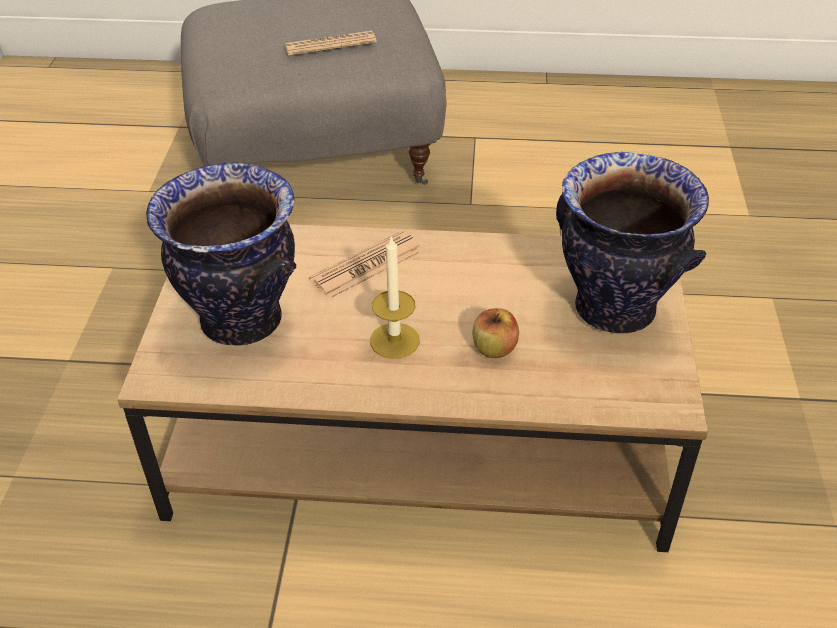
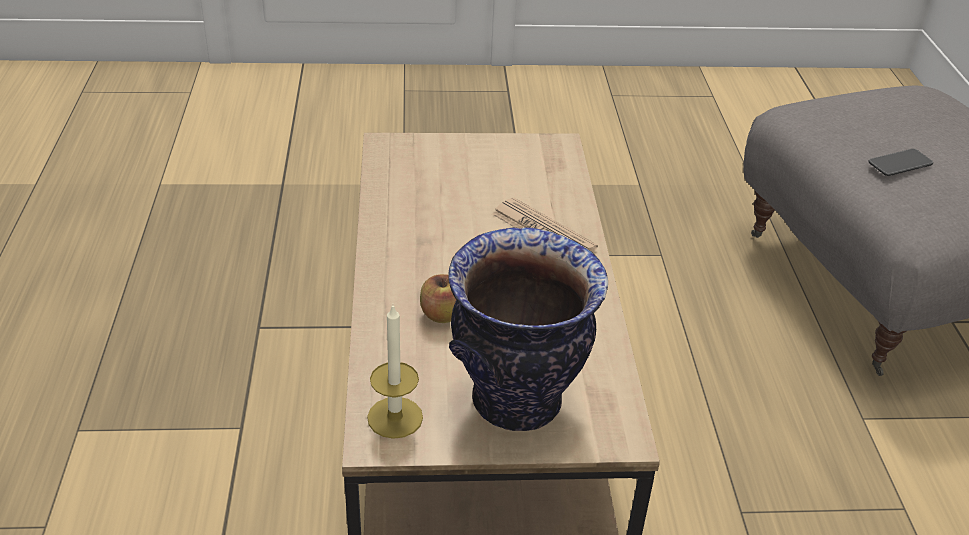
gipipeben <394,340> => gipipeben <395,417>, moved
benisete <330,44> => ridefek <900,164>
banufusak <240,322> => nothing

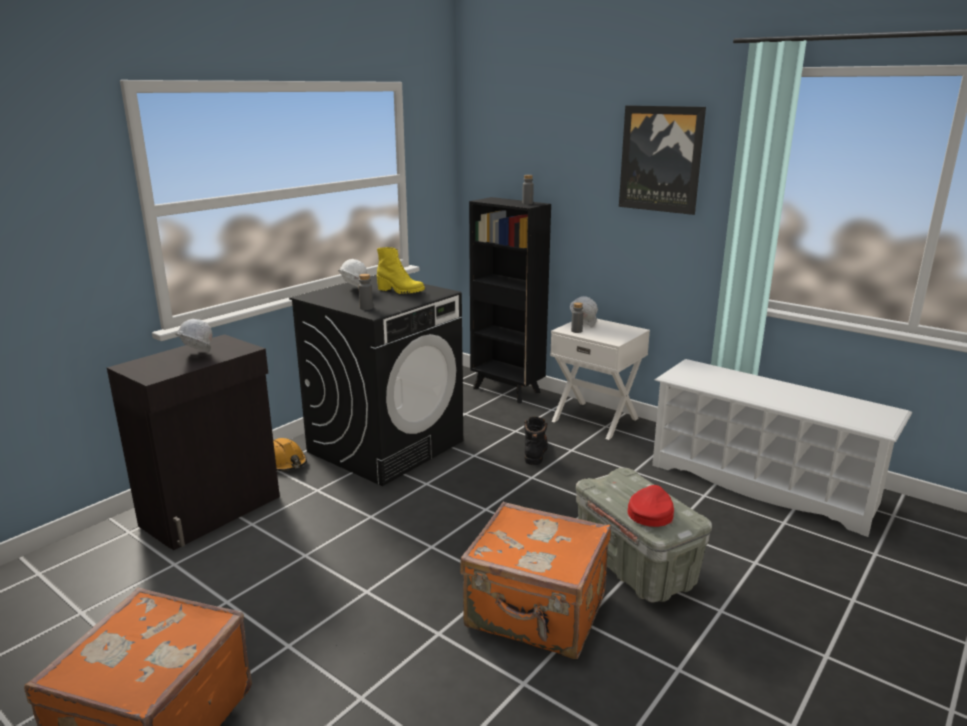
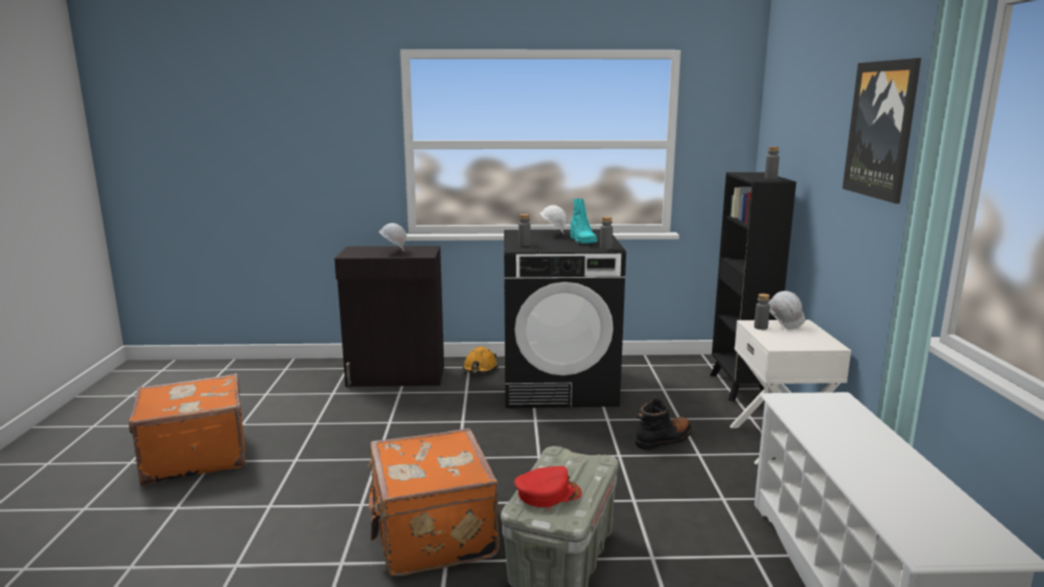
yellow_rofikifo <400,291> => turquoise_rofikifo <582,241>
nothing => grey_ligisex <605,248>

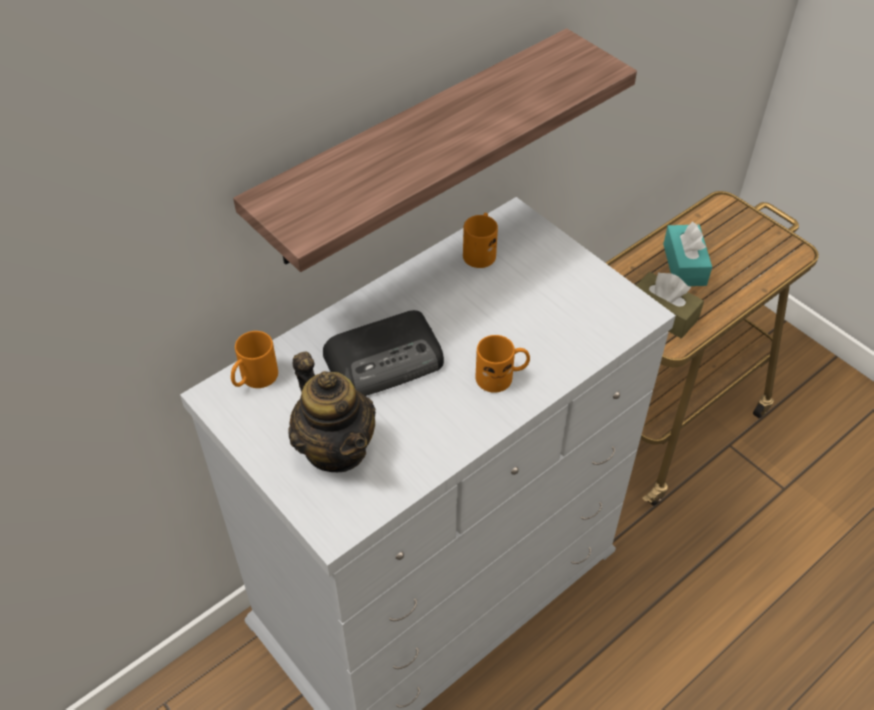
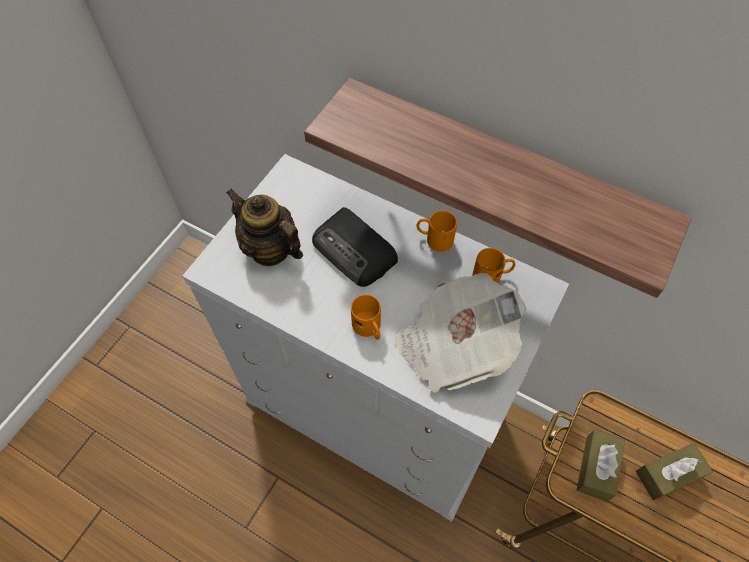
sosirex <336,448> => sosirex <270,249>, 90 degrees clockwise
nothing => benisete <453,345>
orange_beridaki <254,379> => orange_beridaki <434,239>, moved
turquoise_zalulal <684,264> => brown_zalulal <668,474>

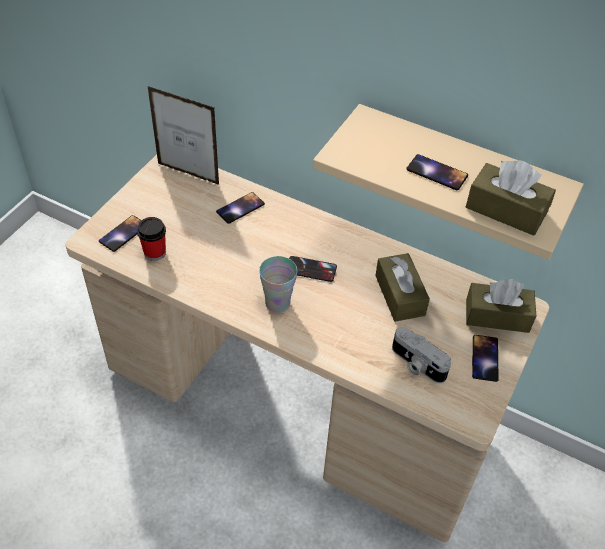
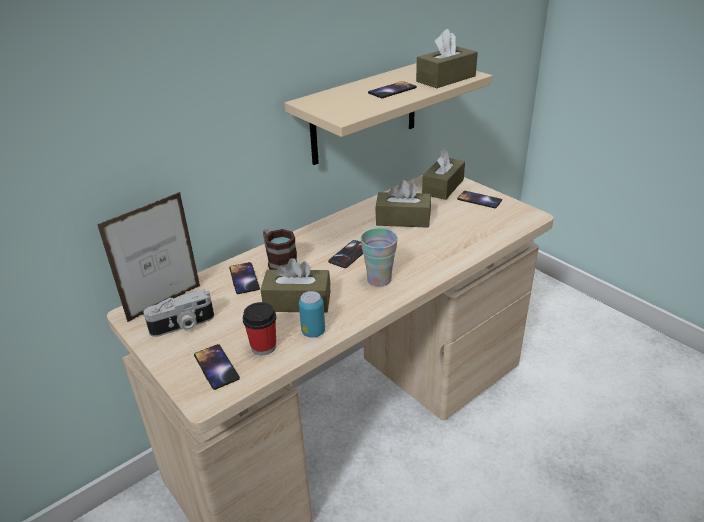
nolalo <416,364> => nolalo <183,326>, moved
nothing => brown_zalulal <297,301>
nothing => beridaki <279,263>
nothing => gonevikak <313,332>

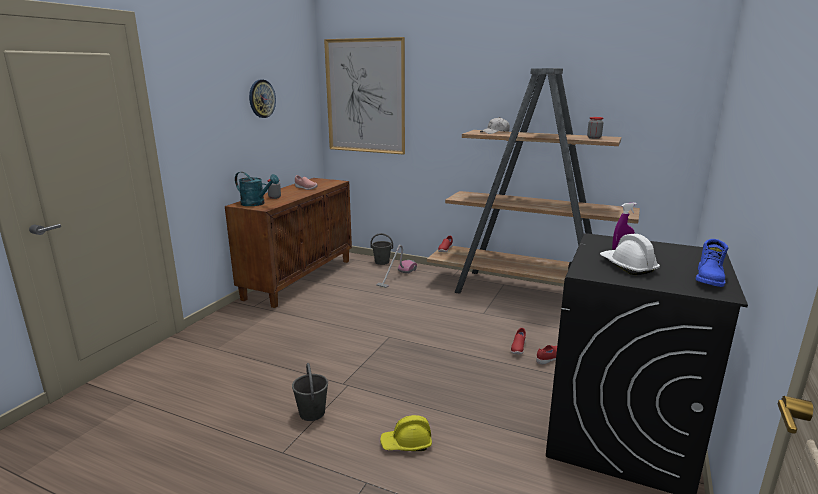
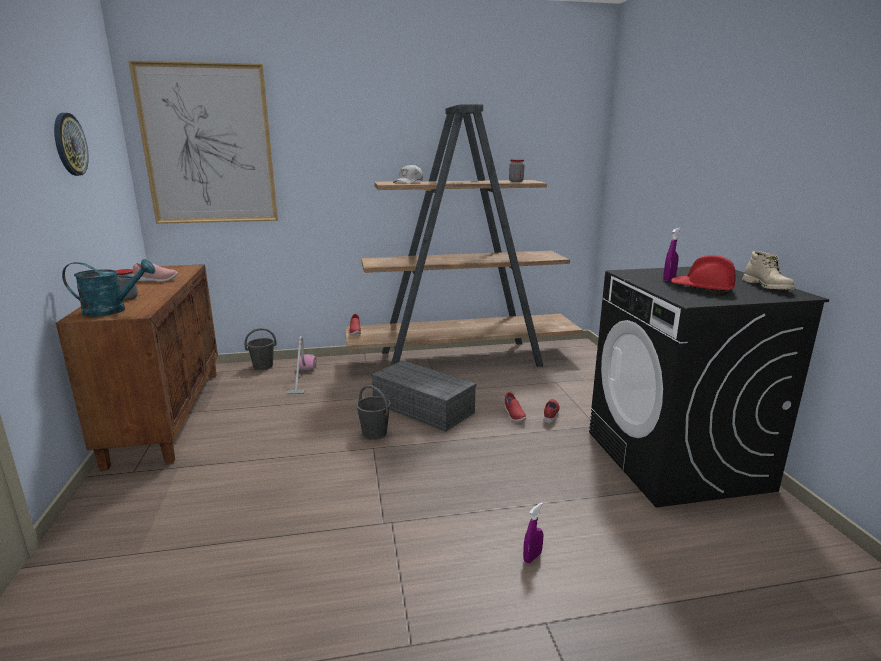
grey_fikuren <312,412> => grey_fikuren <374,433>, moved
nothing => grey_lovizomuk <424,407>
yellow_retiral <406,444> => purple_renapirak <532,557>
white_retiral <627,266> => red_retiral <702,289>
blue_rofikifo <710,279> => beige_rofikifo <768,287>

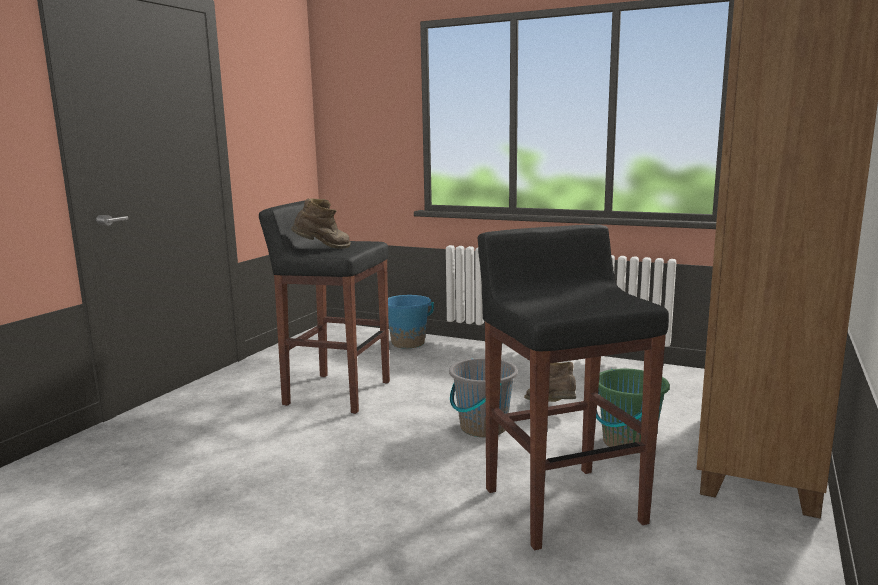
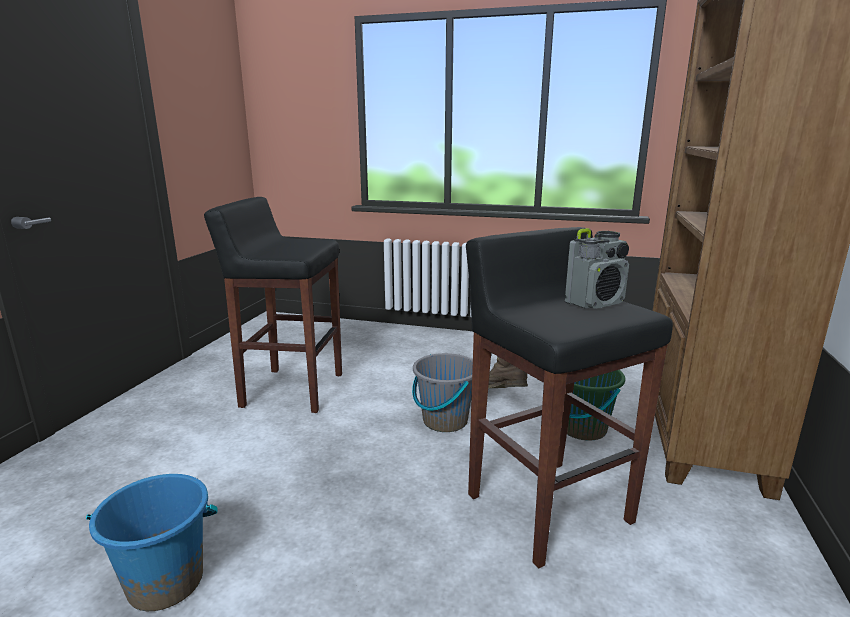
blue_fikuren <408,343> => blue_fikuren <166,582>, moved
nothing => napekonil <595,303>
brown_rofikifo <323,249> => nothing

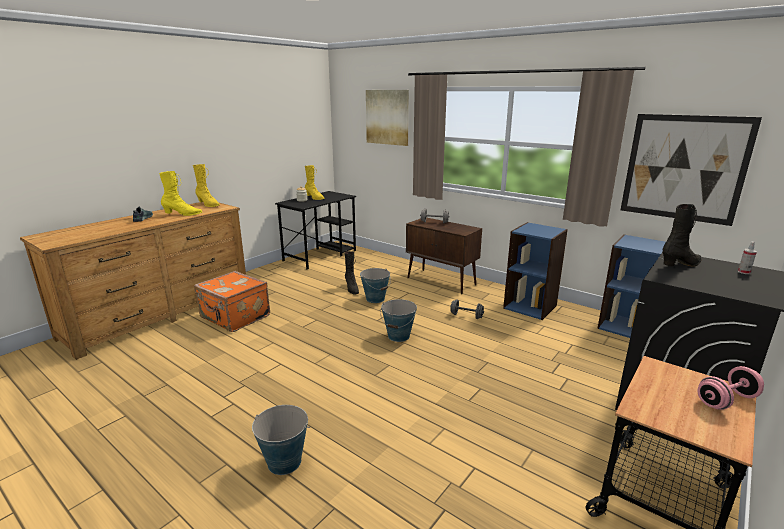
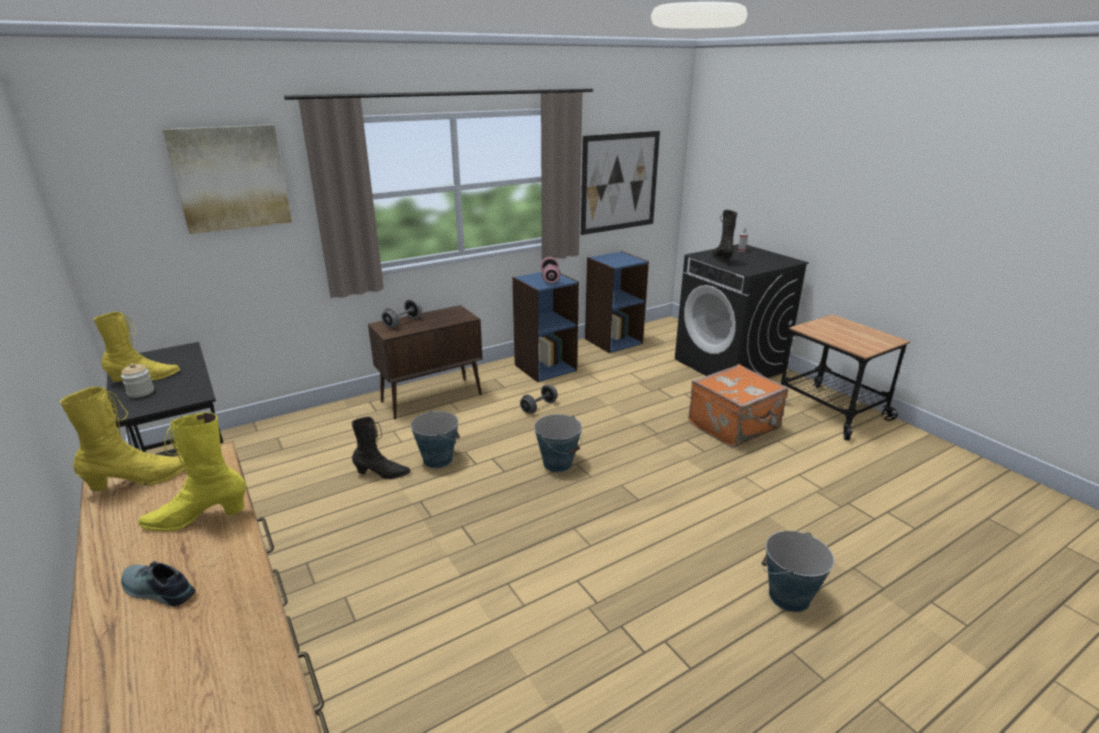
yellow_rofikifo <182,214> => yellow_rofikifo <197,518>, 120 degrees counterclockwise
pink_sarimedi <726,400> => pink_sarimedi <550,279>, moved
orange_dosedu <234,317> => orange_dosedu <734,427>, moved

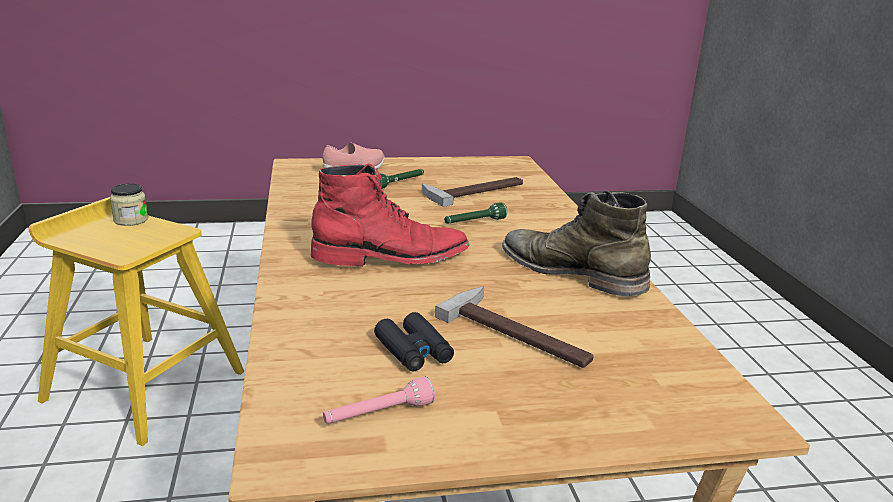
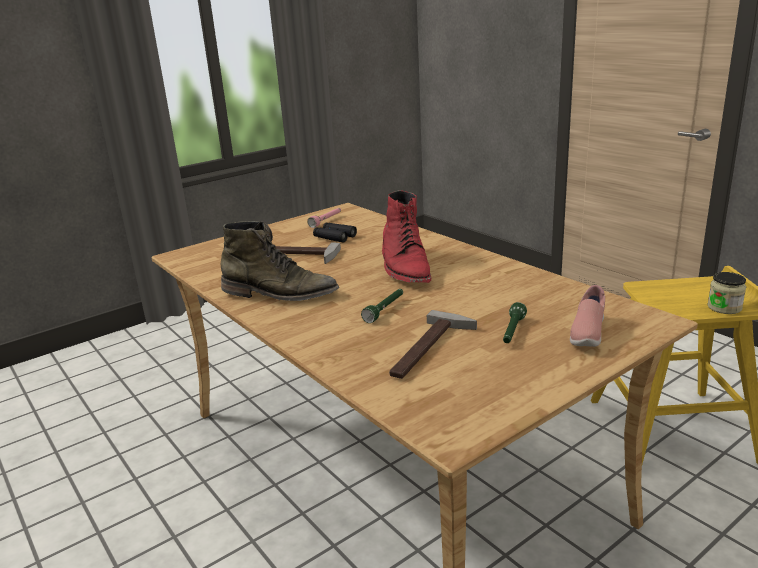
red_rofikifo <391,257> => red_rofikifo <405,267>, 60 degrees counterclockwise

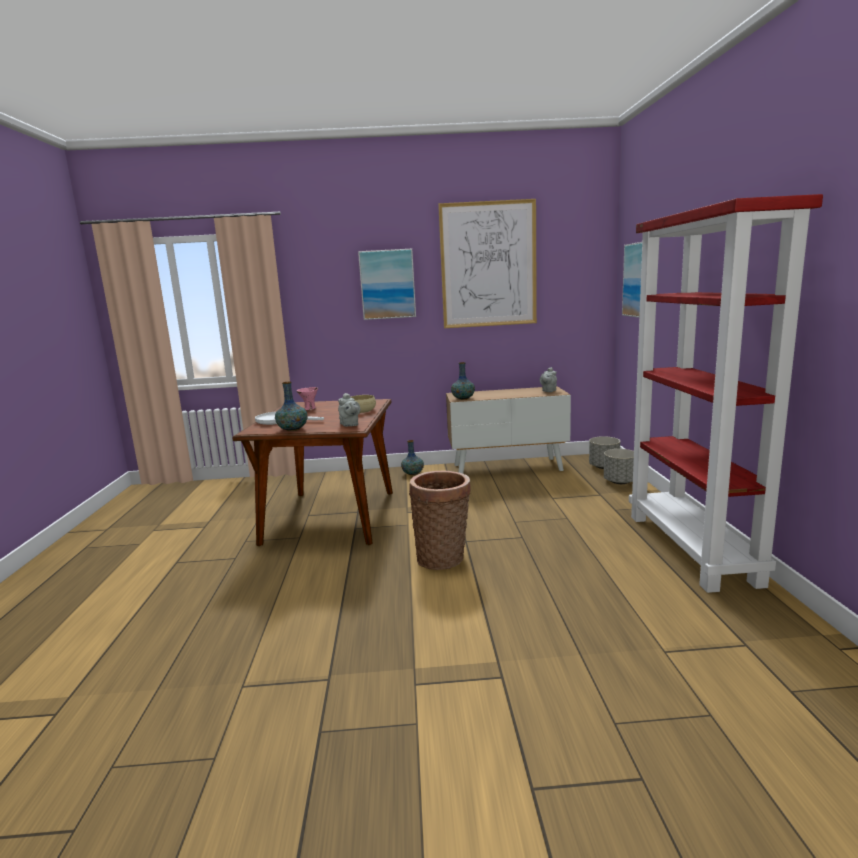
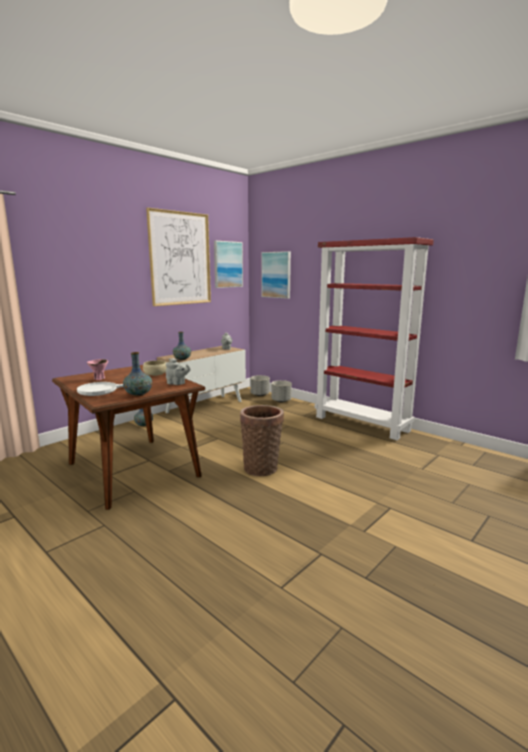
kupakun <387,284> => kupakun <228,264>, moved

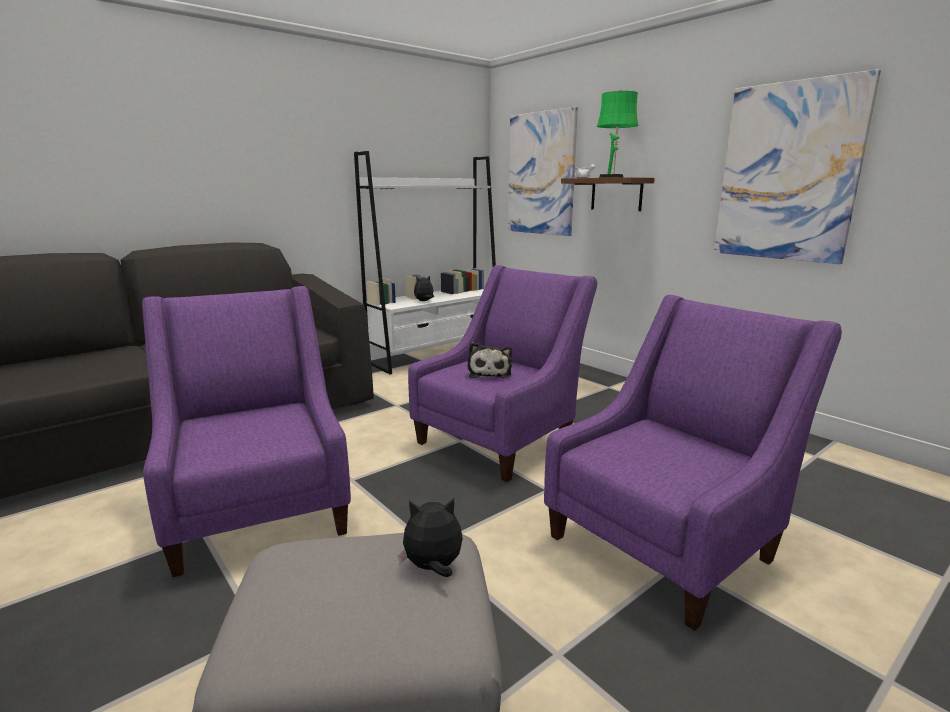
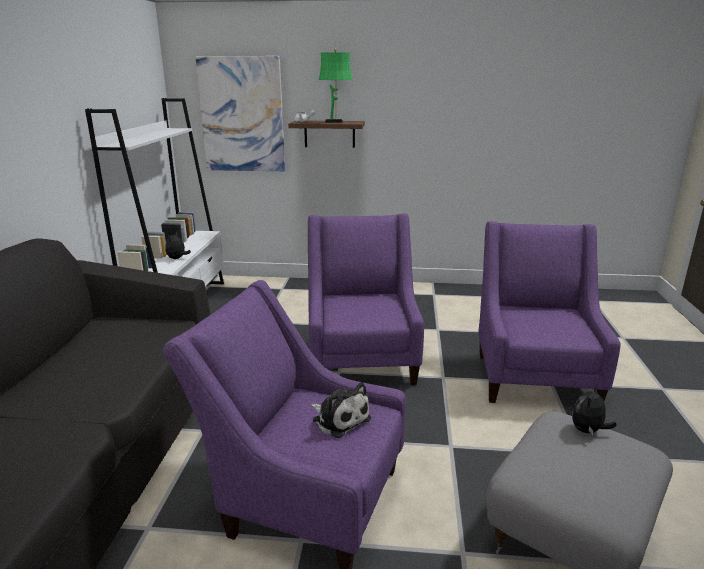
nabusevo <489,373> => nabusevo <339,418>, moved
kupakun <788,172> => nothing

